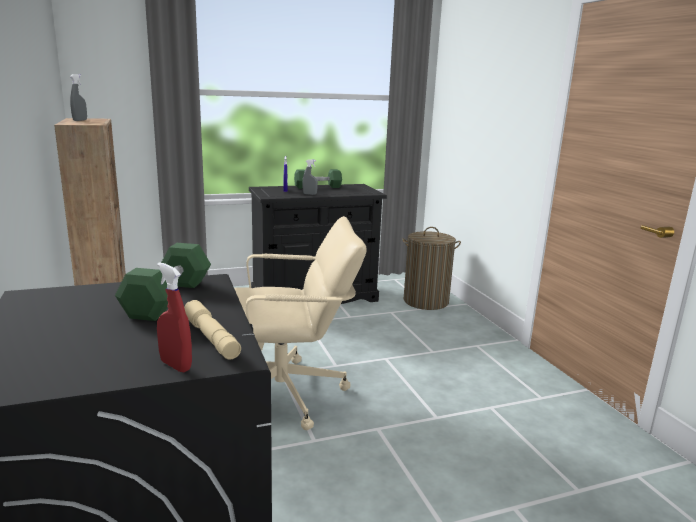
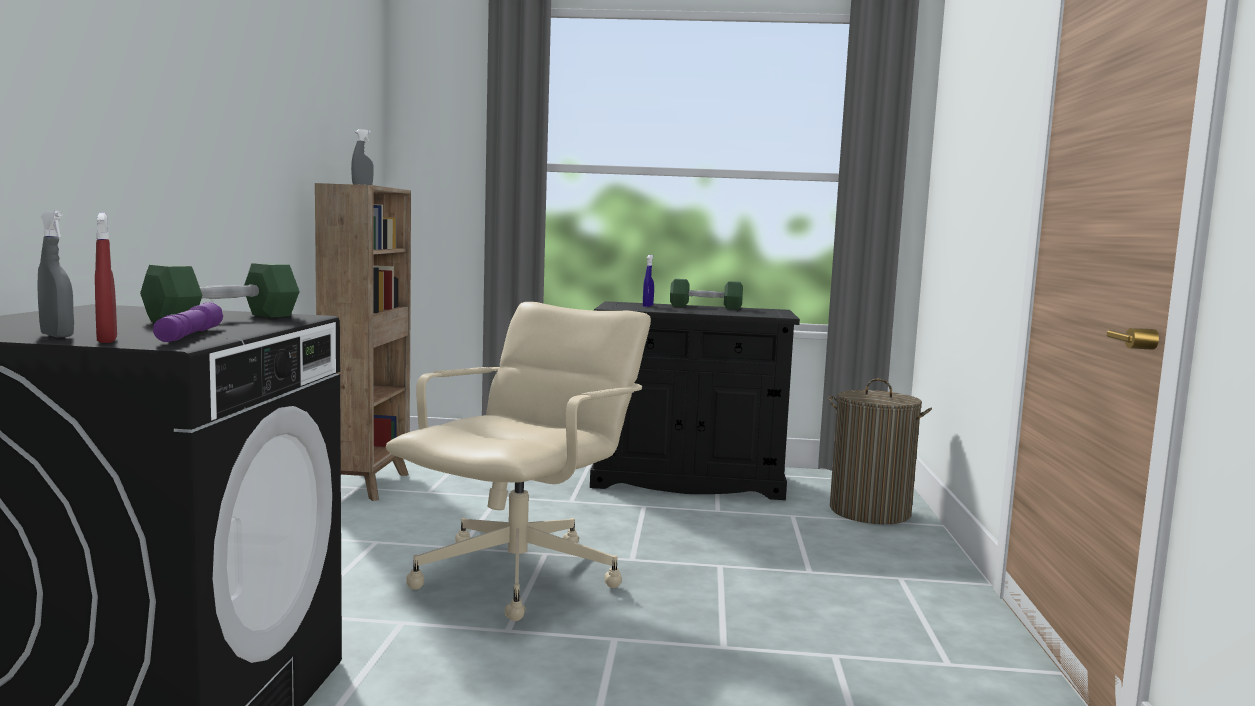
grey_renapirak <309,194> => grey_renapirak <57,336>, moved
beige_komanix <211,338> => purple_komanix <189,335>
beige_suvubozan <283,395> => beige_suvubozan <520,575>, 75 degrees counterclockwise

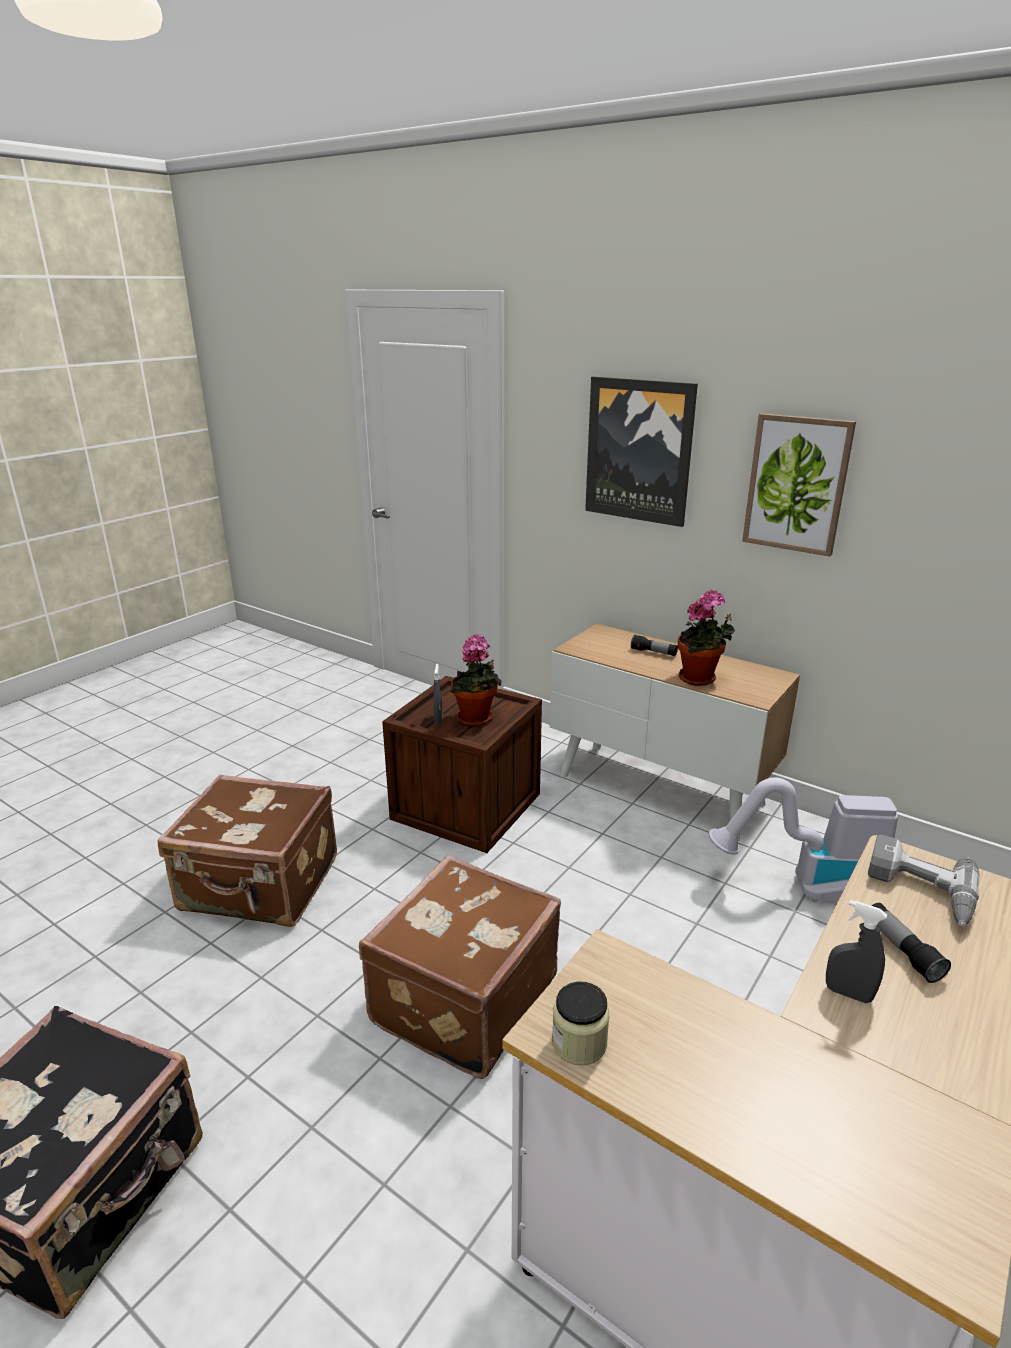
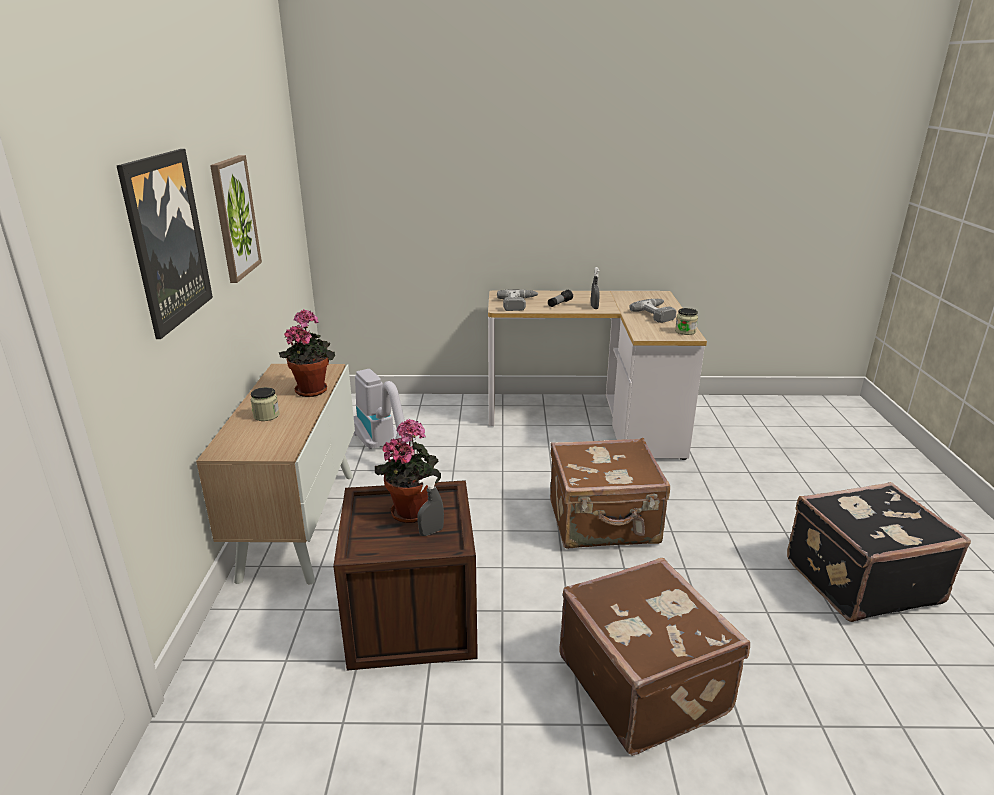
komanix <653,653> => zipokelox <266,415>
nothing => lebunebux <658,314>

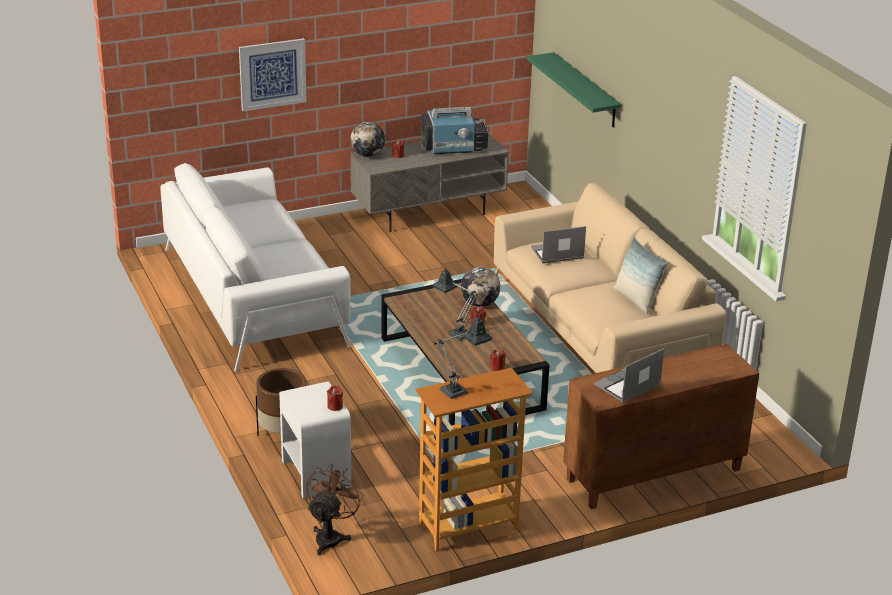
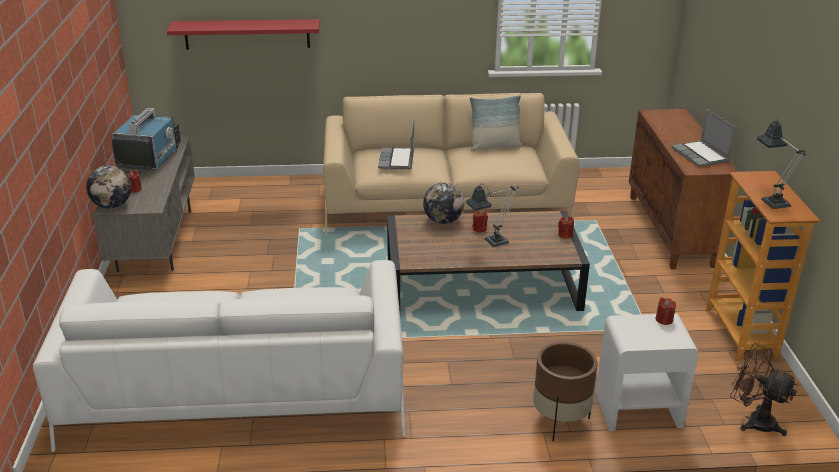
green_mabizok <585,90> => red_mabizok <247,34>
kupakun <272,74> => nothing

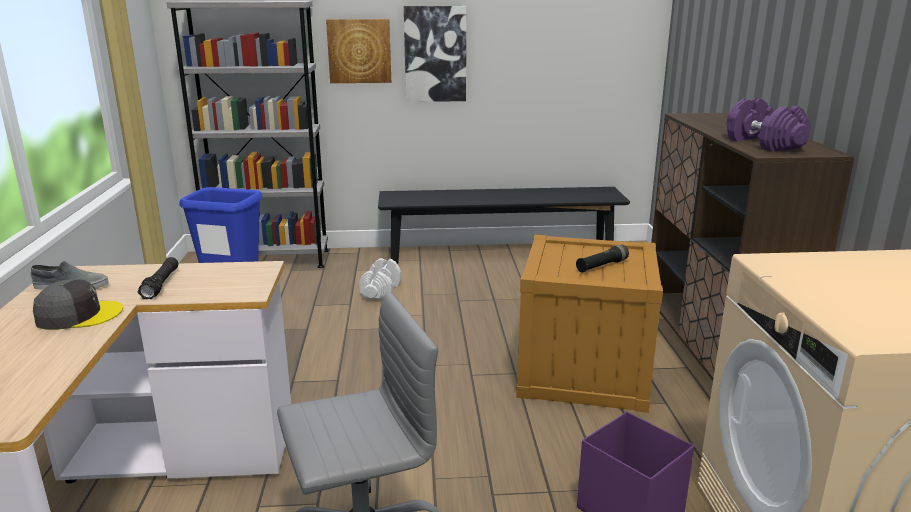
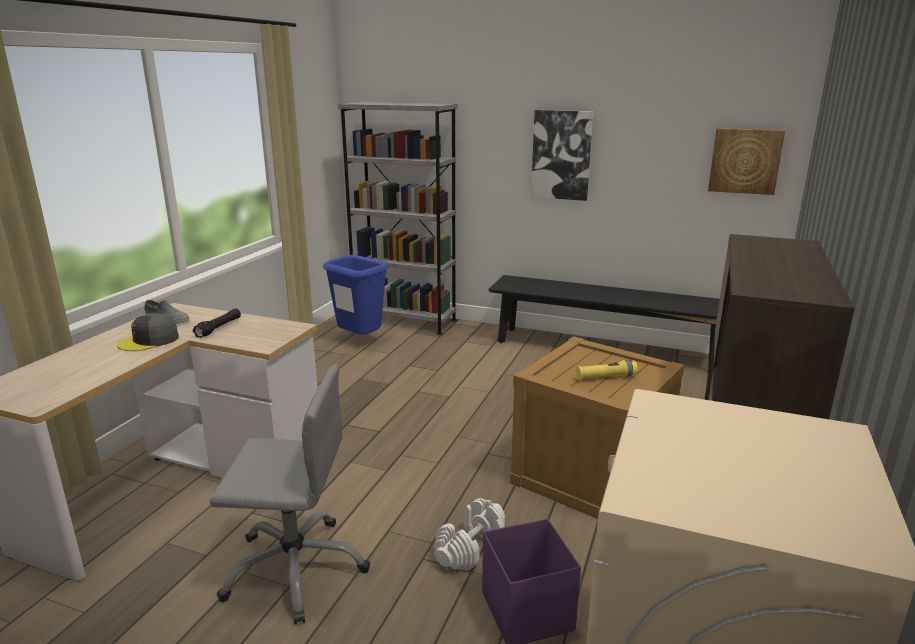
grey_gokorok <78,315> => grey_gokorok <149,341>, 135 degrees clockwise
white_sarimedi <381,290> => white_sarimedi <470,548>, moved
black_komanix <601,266> => yellow_komanix <605,378>
kupakun <359,51> => kupakun <745,161>, moved
purple_sarimedi <764,144> => nothing

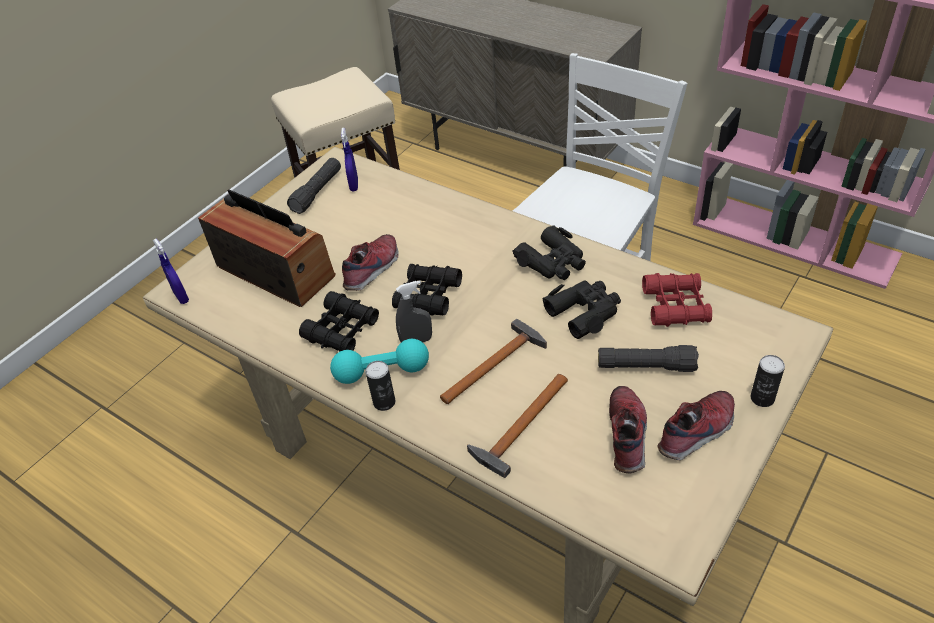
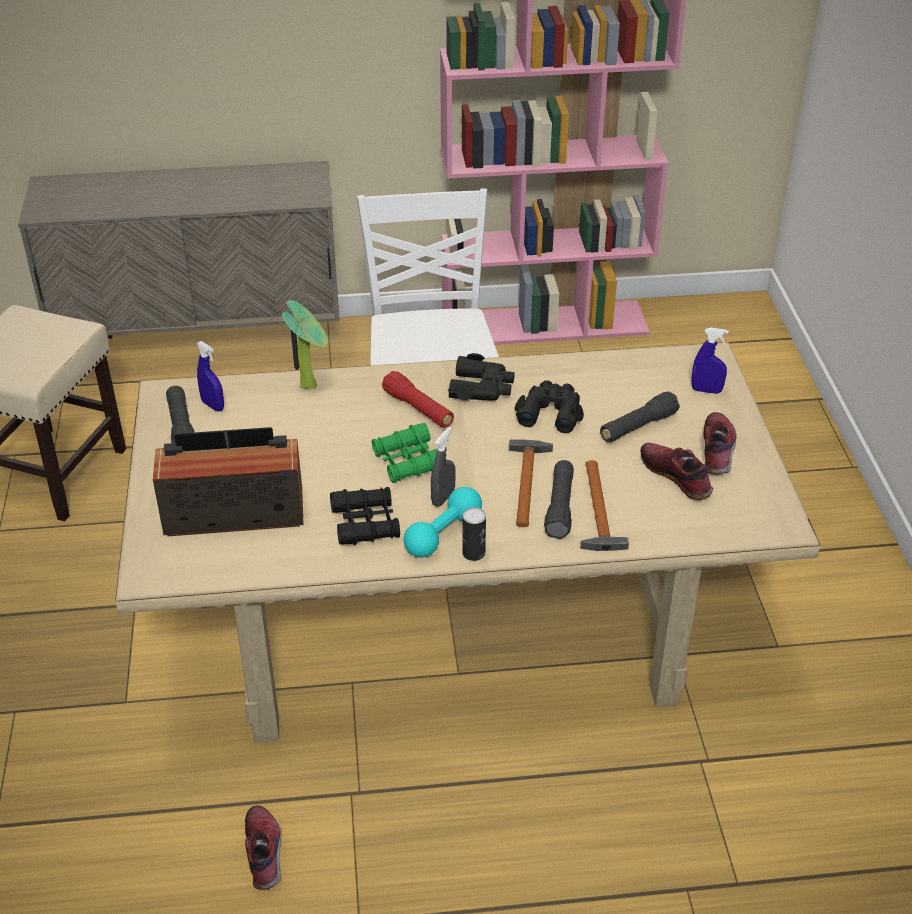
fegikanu <373,269> => fegikanu <265,852>, moved
nothing => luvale <311,384>
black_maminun <428,296> => green_maminun <408,461>
nothing => red_komanix <418,409>
nothing => black_komanix <560,507>
blue_renapirak <181,297> => blue_renapirak <706,390>, moved
red_maminun <675,306> => nothing
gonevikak <762,398> => nothing

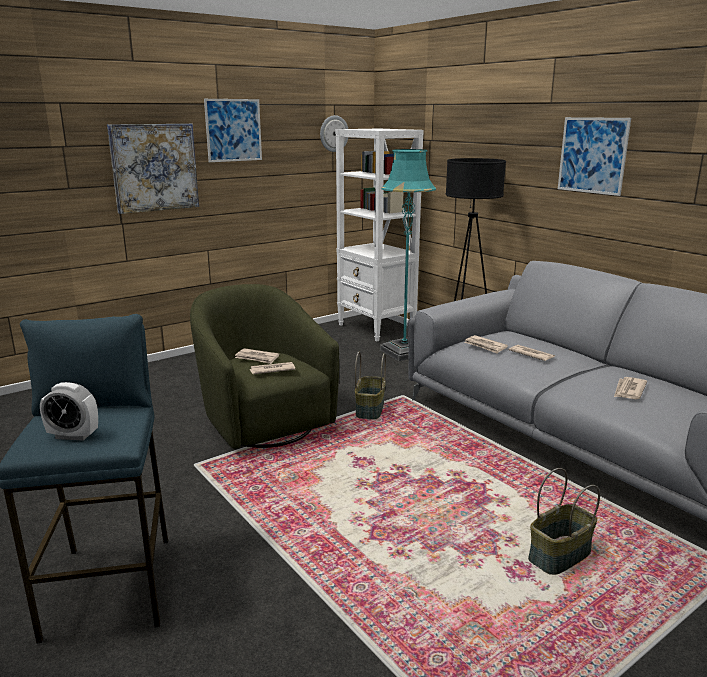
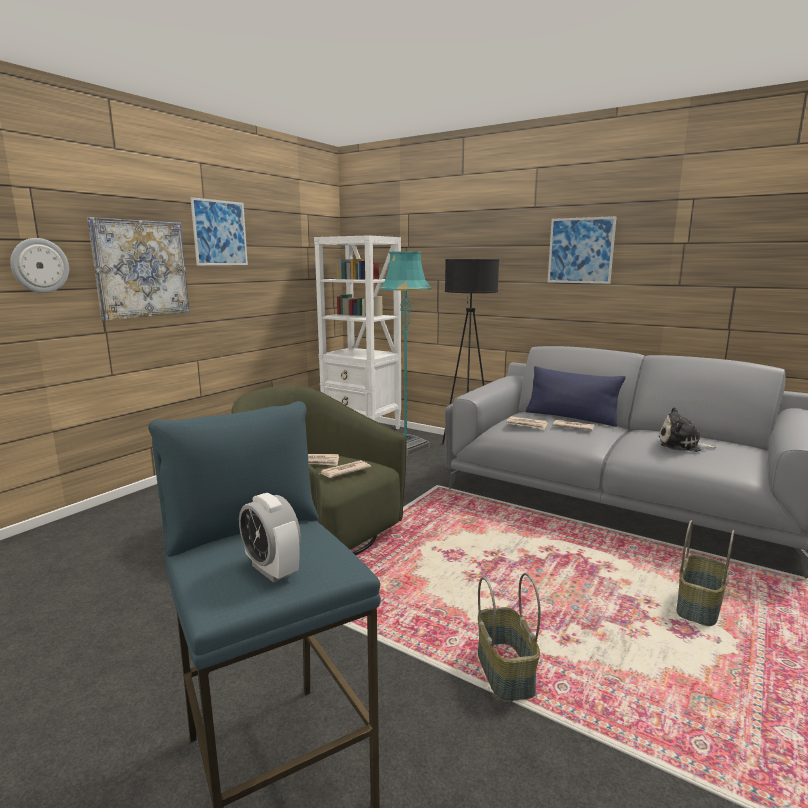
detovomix <333,133> => detovomix <39,265>, moved
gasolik <73,436> => gasolik <272,570>, 60 degrees clockwise
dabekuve <370,410> => dabekuve <506,672>, moved
nothing => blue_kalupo <571,418>
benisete <629,390> => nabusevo <682,445>

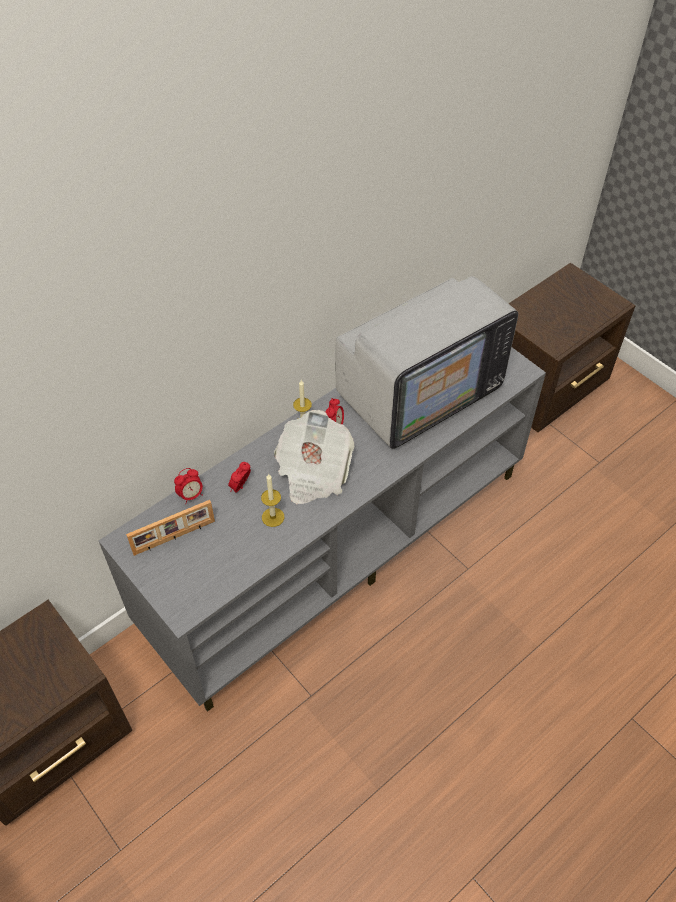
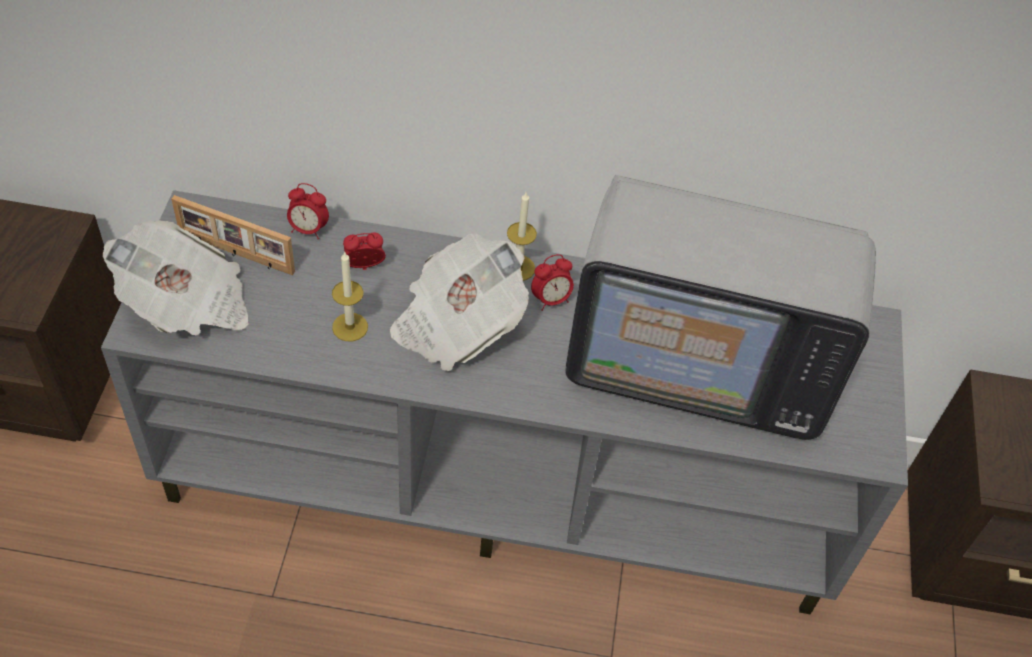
nothing => benisete <187,304>

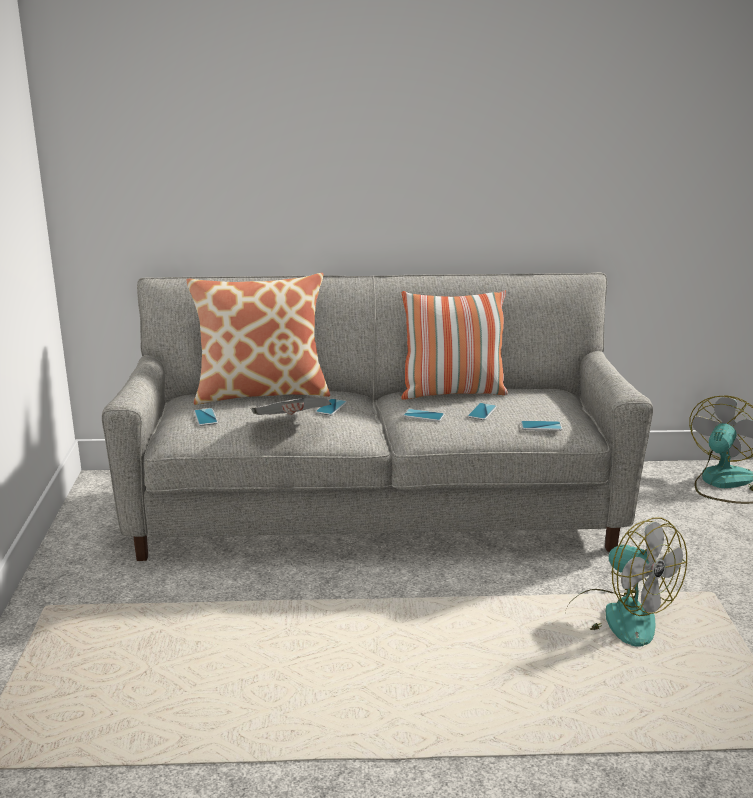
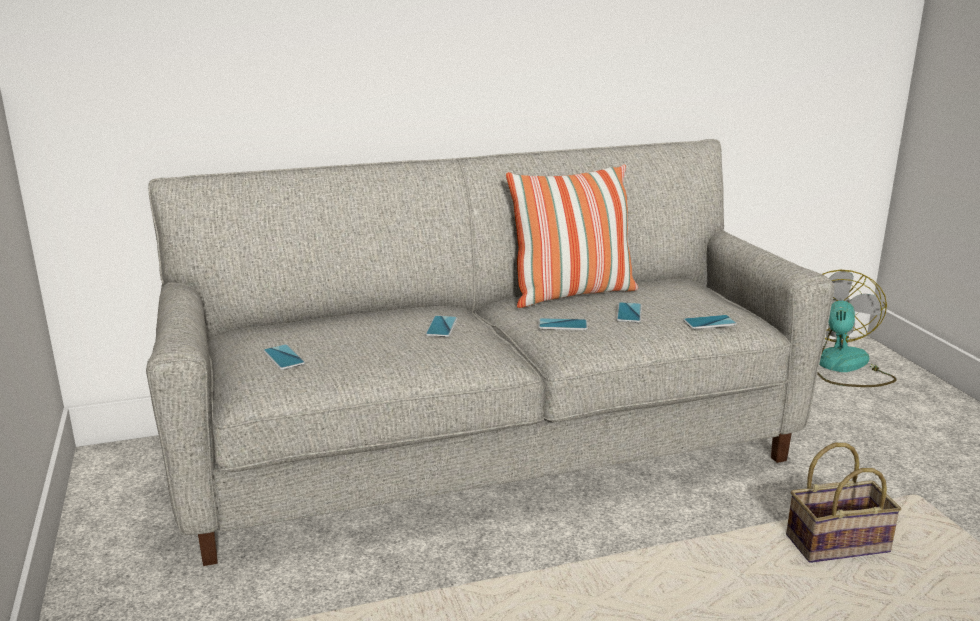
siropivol <617,616> => dabekuve <838,542>
kalupo <261,392> => nothing
benisete <291,428> => nothing

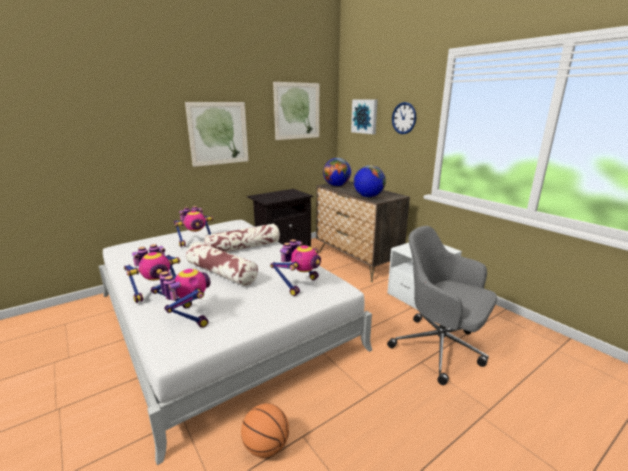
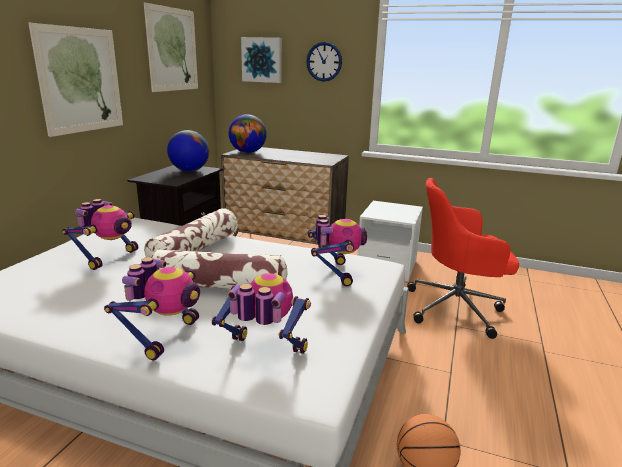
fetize <368,196> => fetize <189,170>, moved
grey_suvubozan <440,348> => red_suvubozan <456,308>

